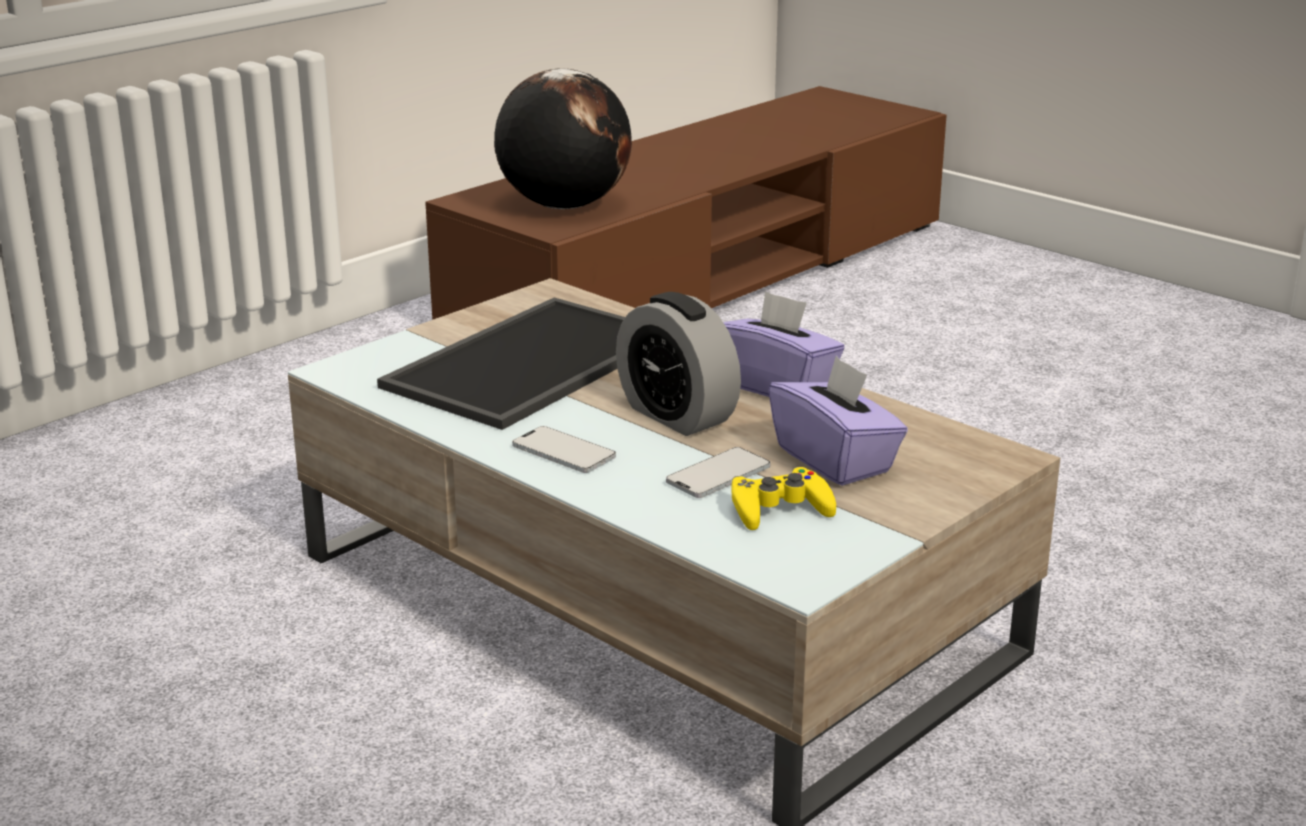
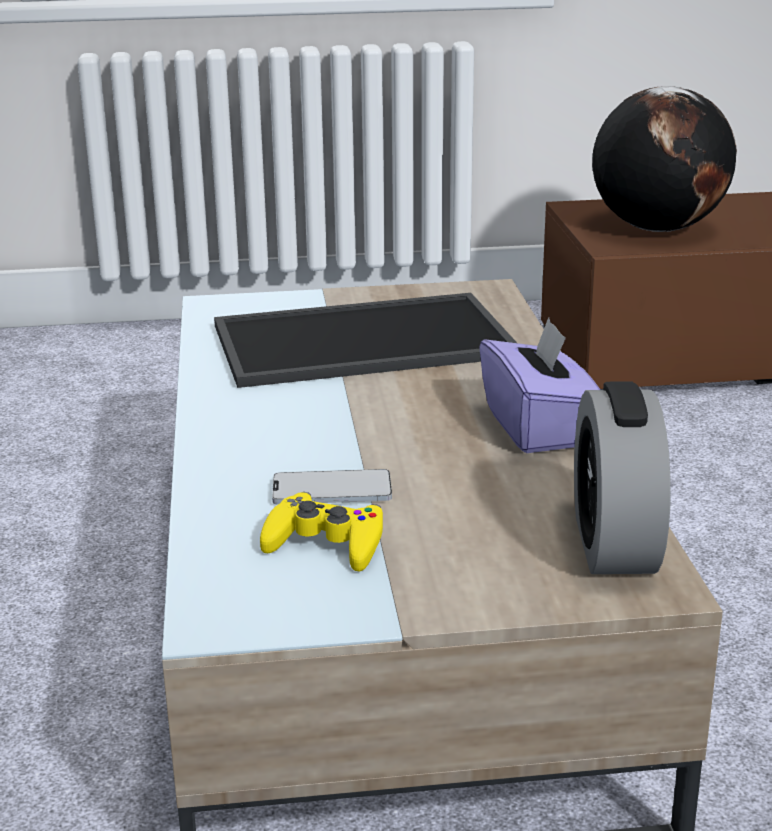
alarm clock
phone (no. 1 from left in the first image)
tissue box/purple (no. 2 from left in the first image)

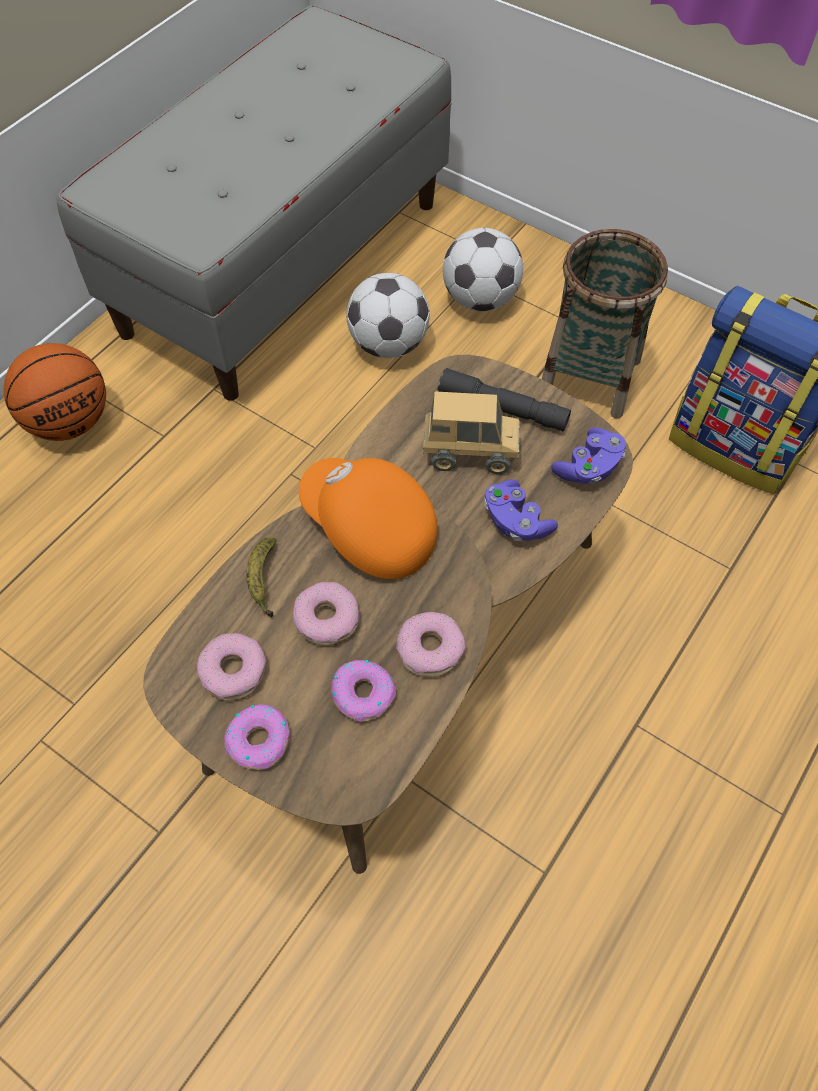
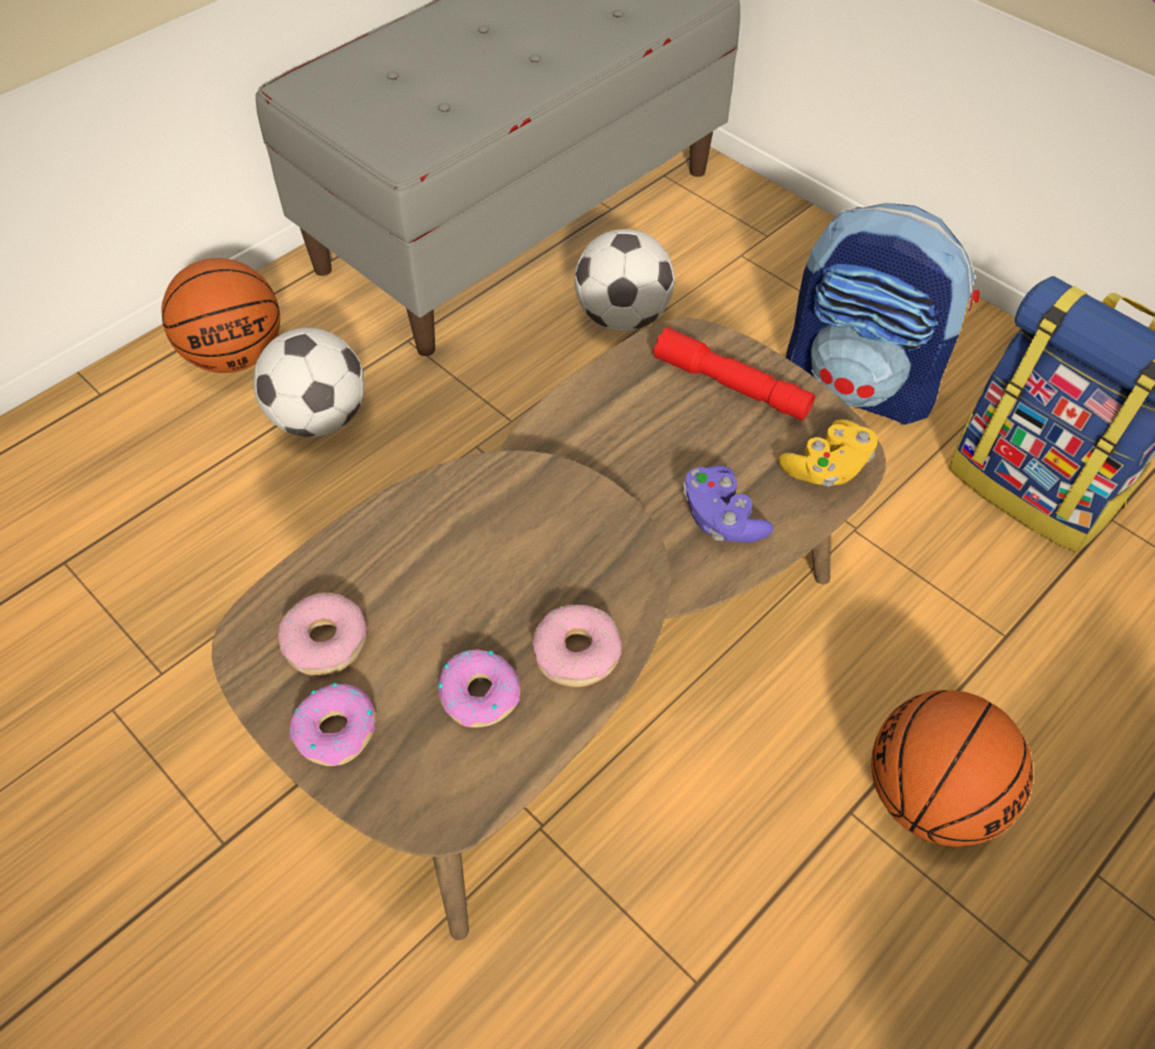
football (no. 1 from left)
flashlight/red
game controller/yellow
backpack (no. 1 from left)
basketball (no. 2 from left)
banana
donut (no. 3 from left in the first image)
cap/orange
toy truck

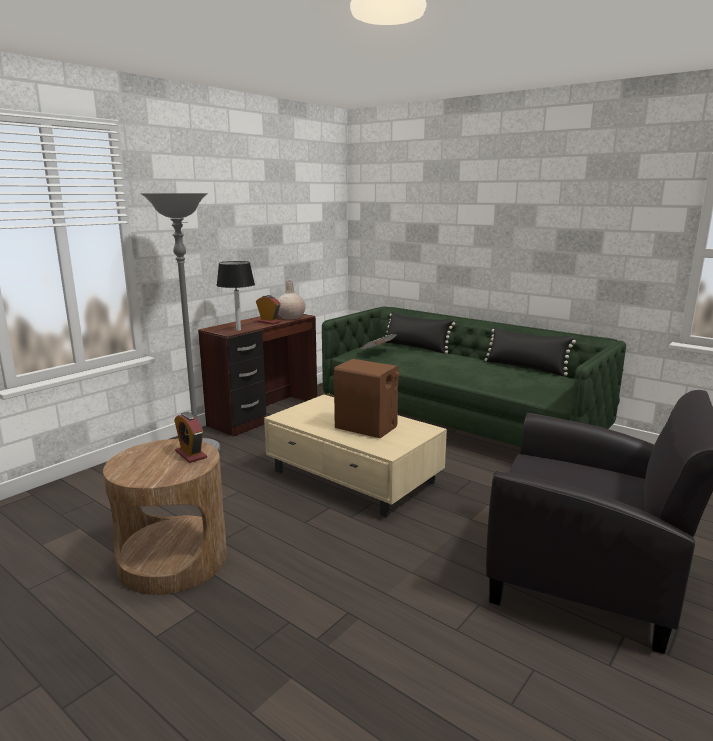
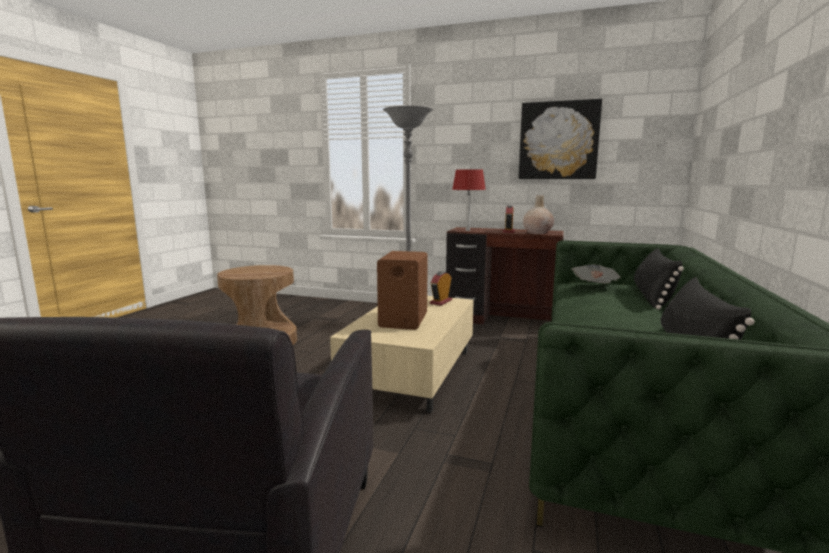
alarm clock (no. 1 from left)
table lamp/red
picture

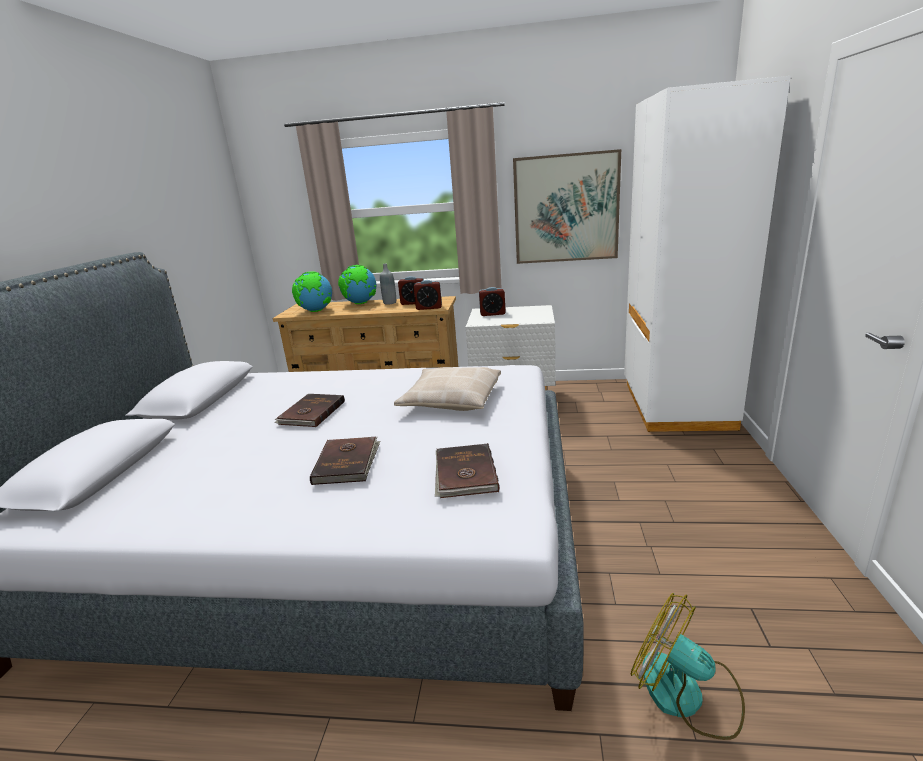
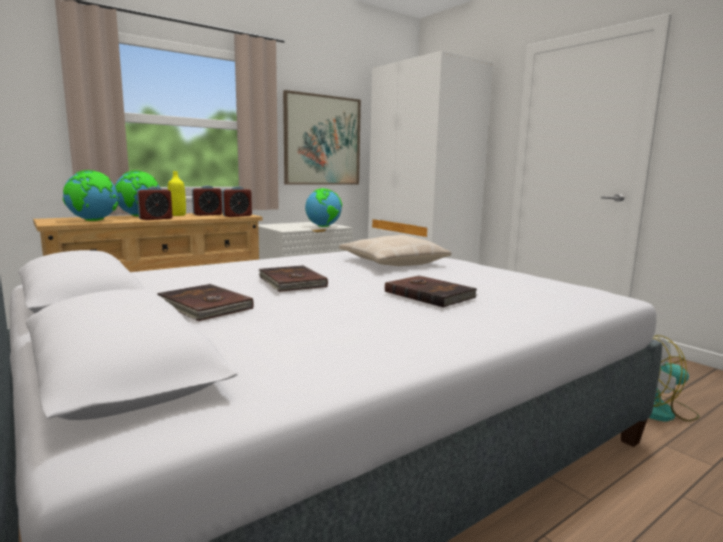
alarm clock (no. 1 from left)
book/brown (no. 1 from left)
bottle/yellow
globe (no. 3 from left)

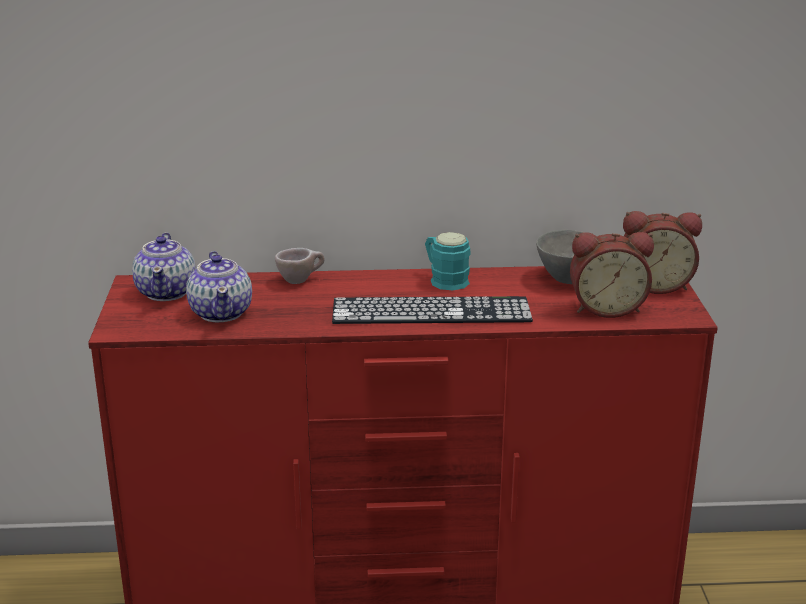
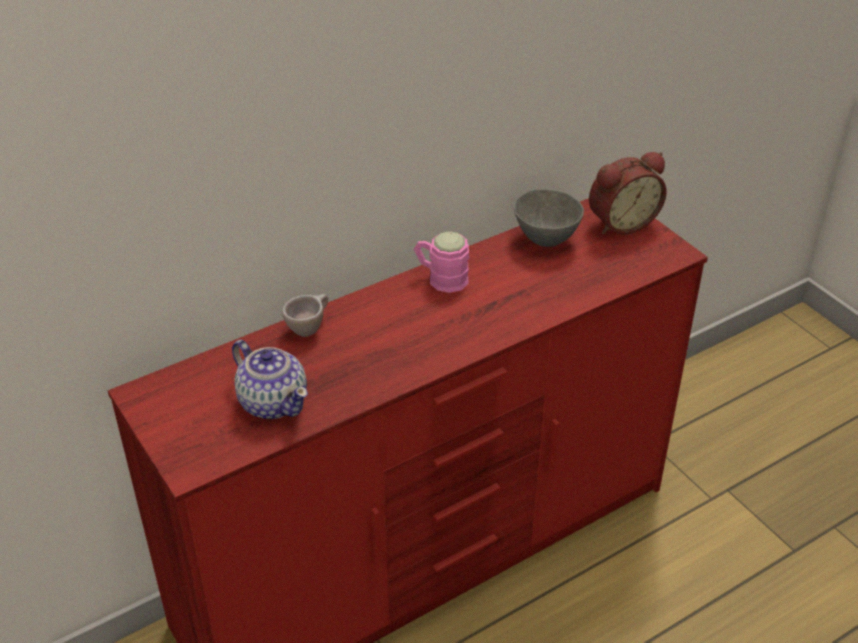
mug/pink
teapot (no. 1 from left in the first image)
keyboard
alarm clock (no. 1 from left in the first image)

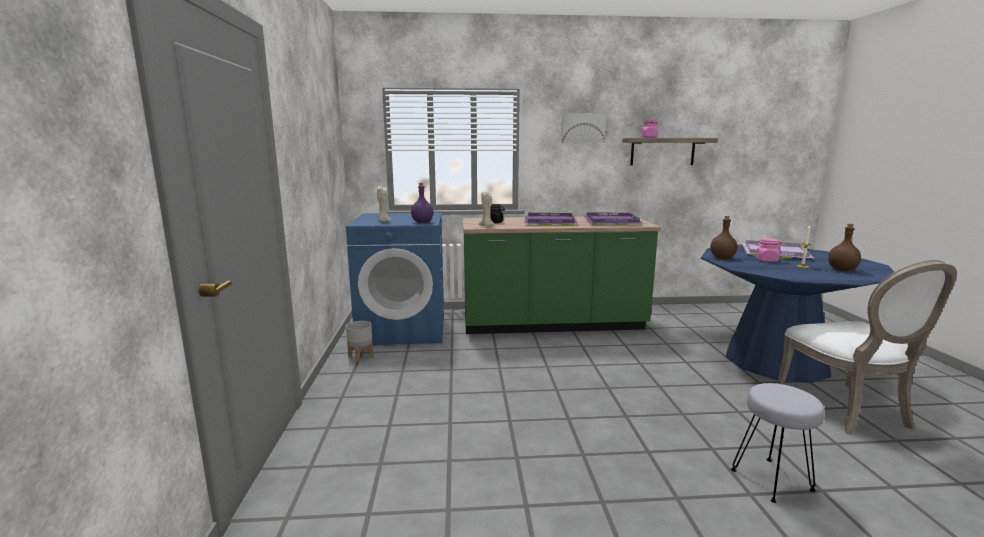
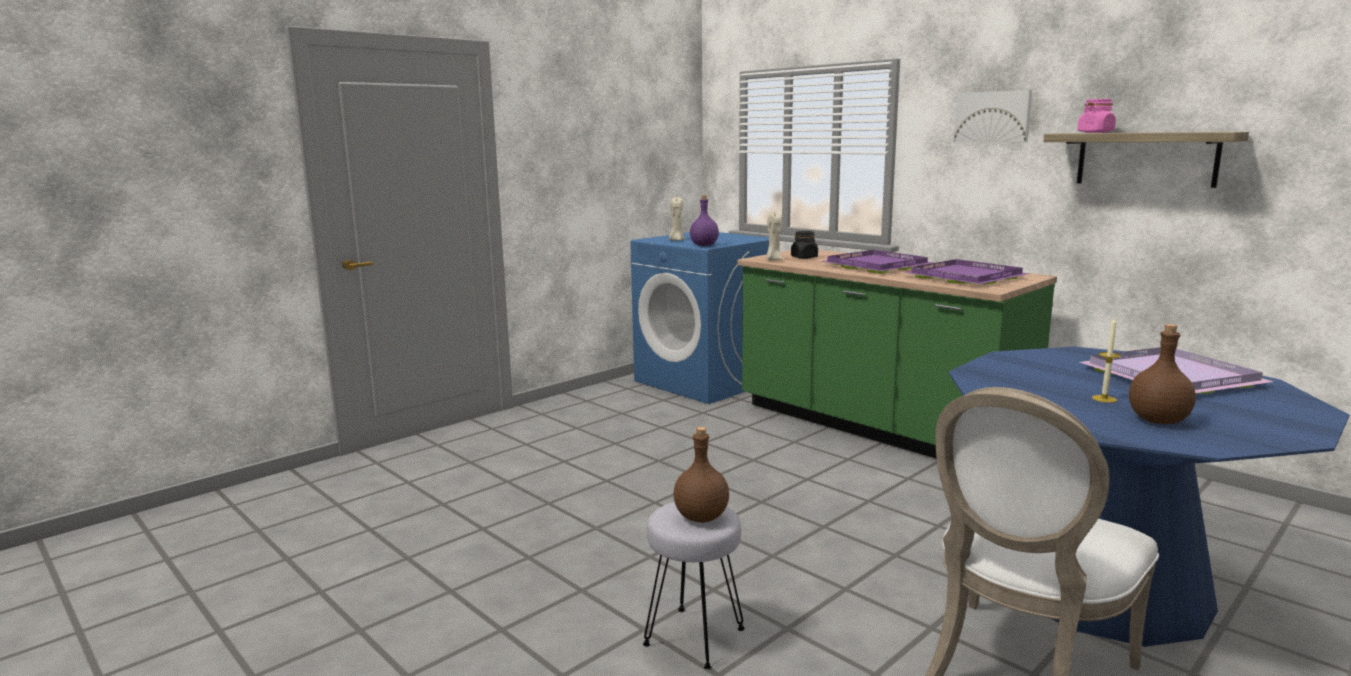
bottle/brown (no. 1 from left)
planter/grey
jar/pink (no. 2 from left in the first image)

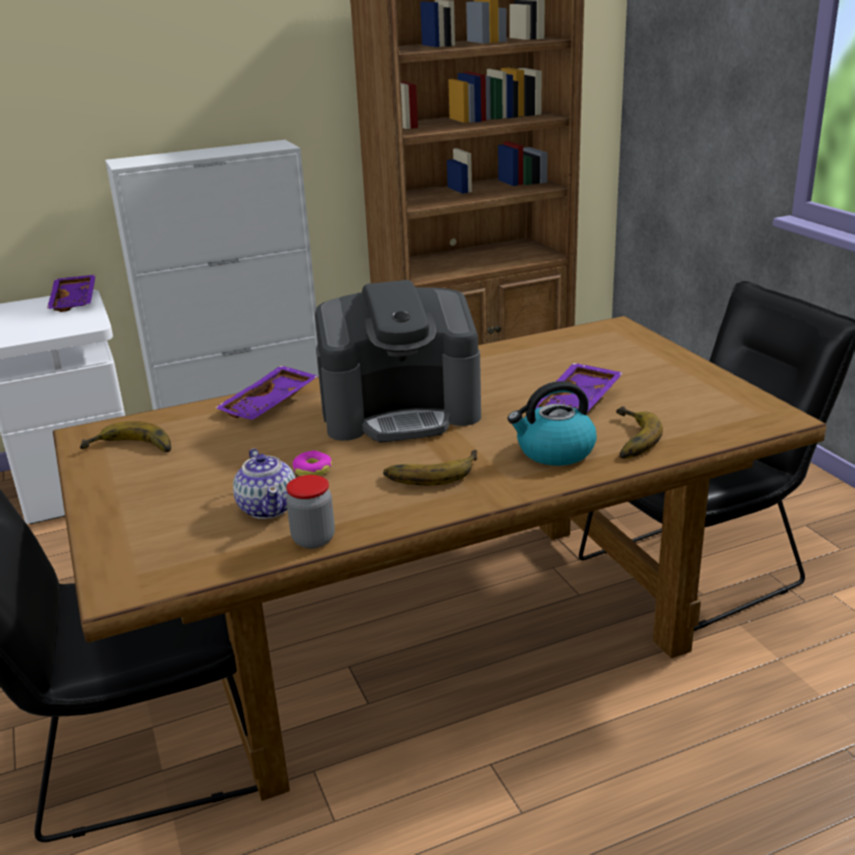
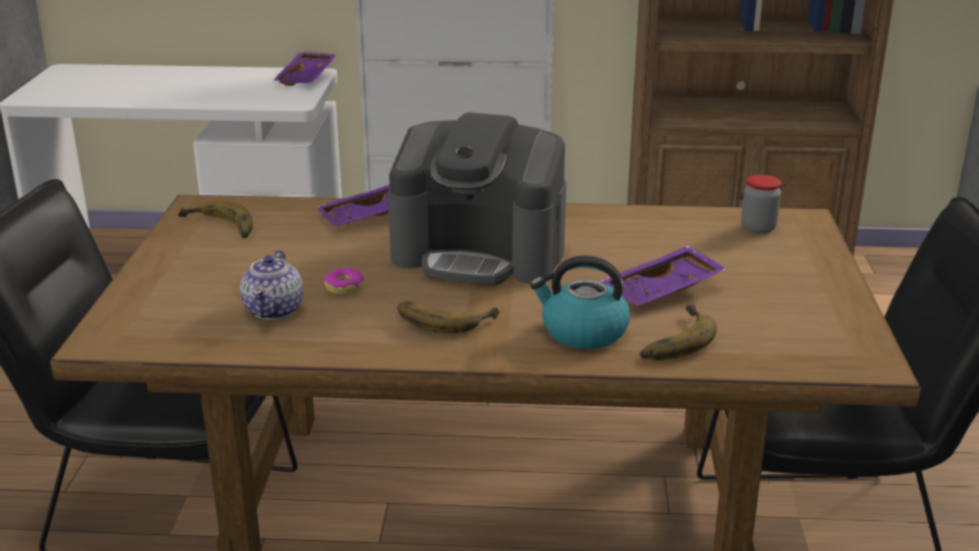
jar

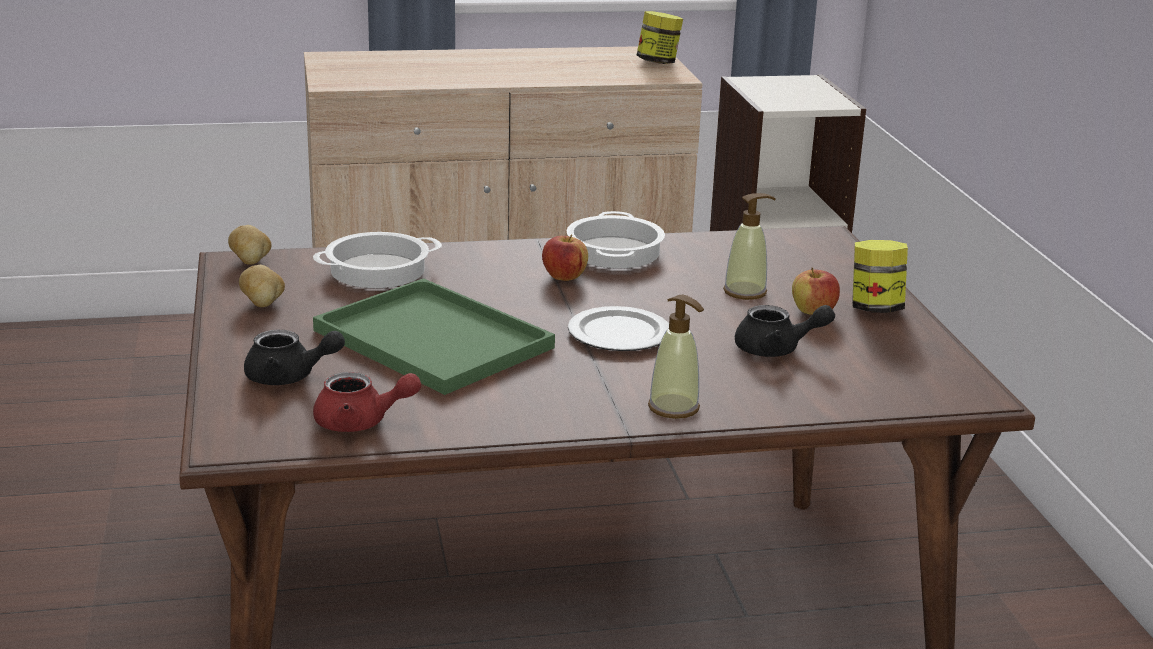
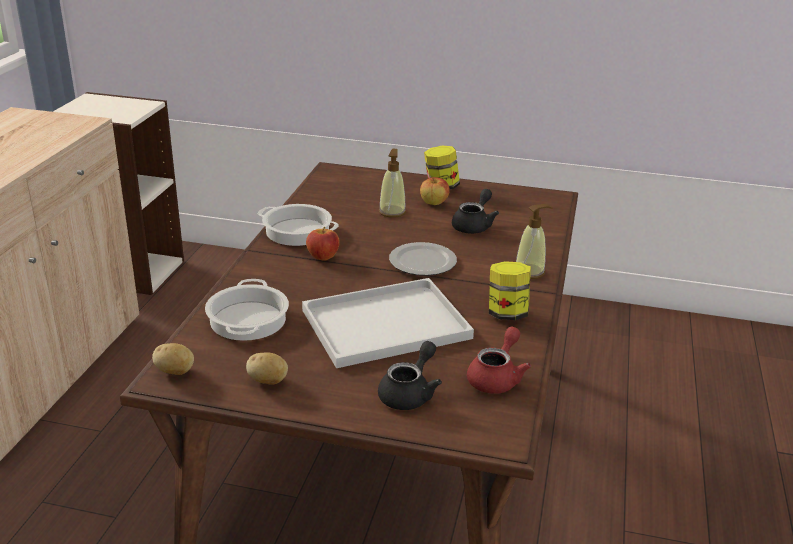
tray/white
jar (no. 2 from left)

